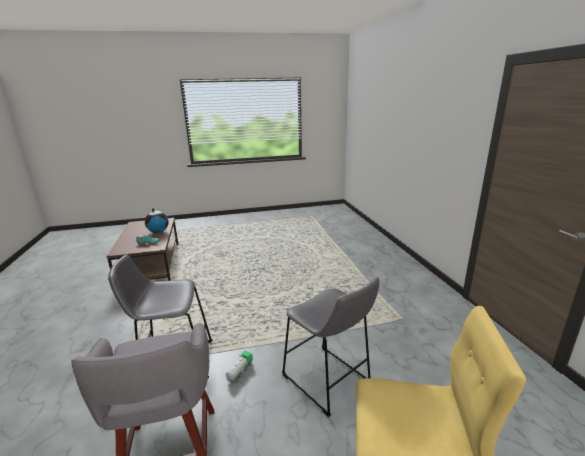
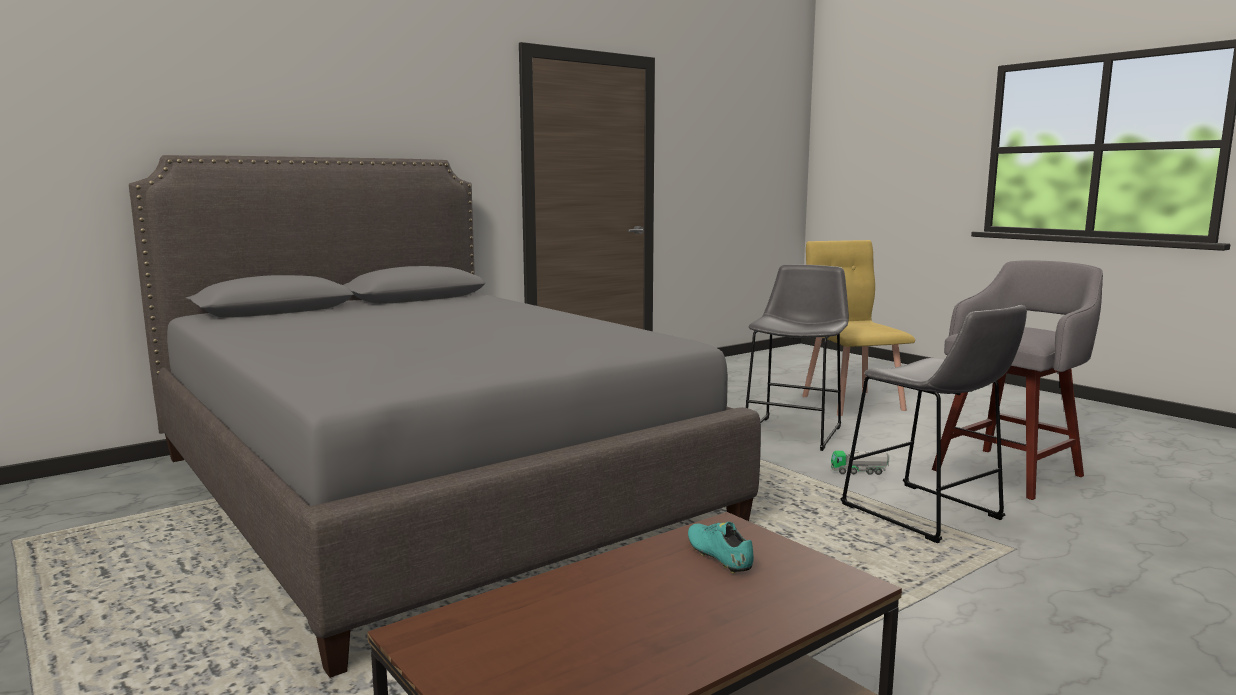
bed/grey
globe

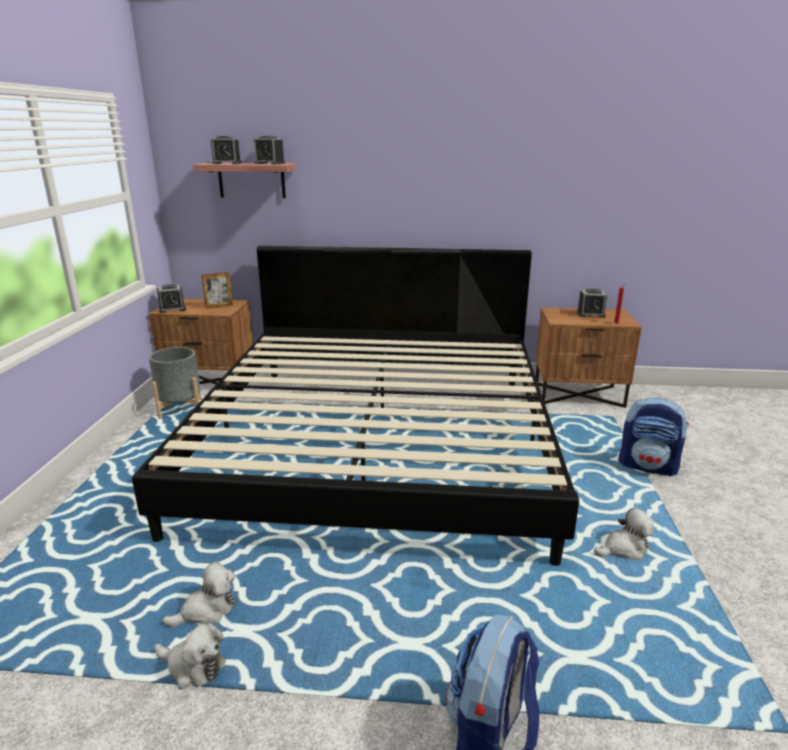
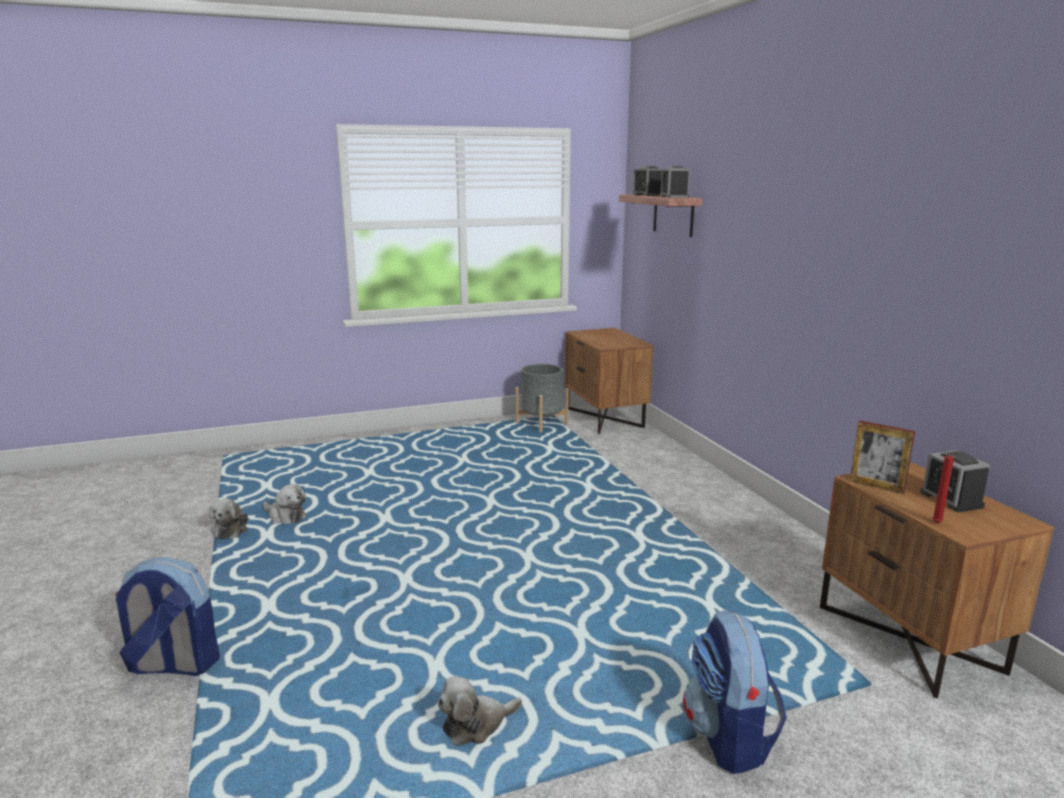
plush toy (no. 3 from left)
picture frame
bed
alarm clock (no. 1 from left in the first image)

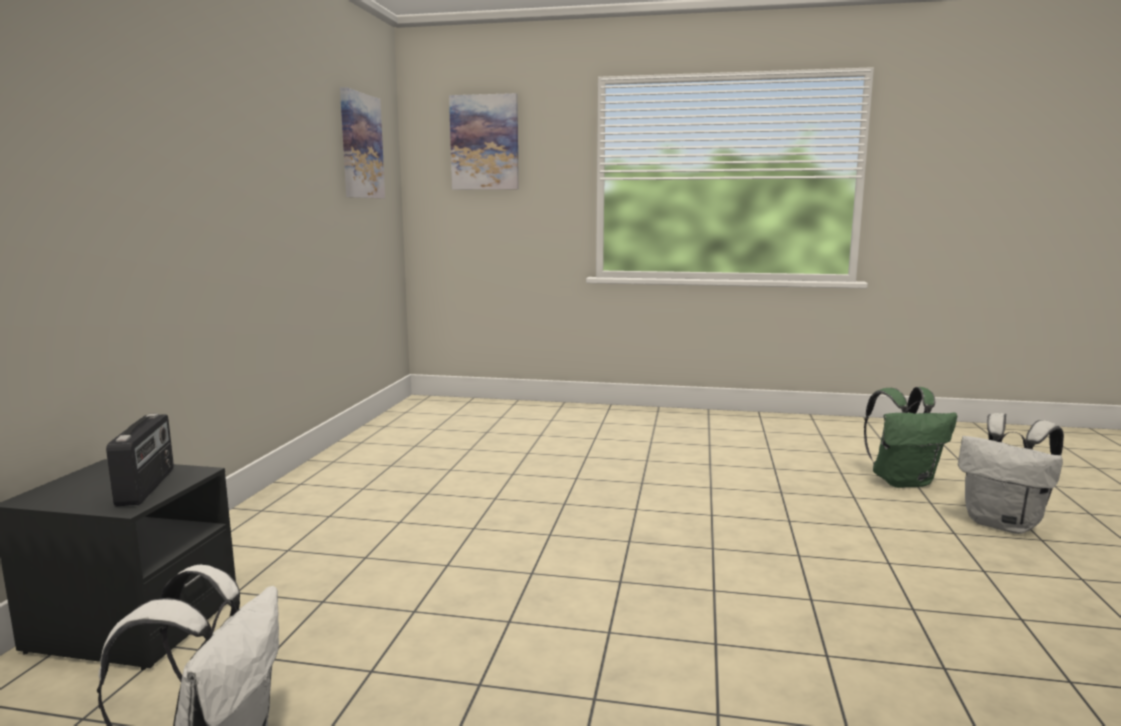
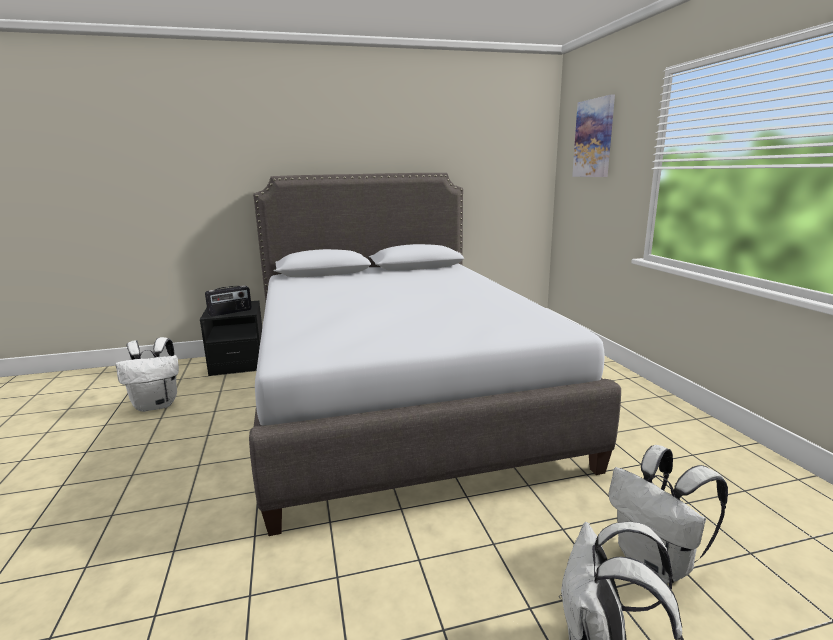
bed/grey
backpack/white (no. 3 from left)
picture (no. 1 from left in the first image)

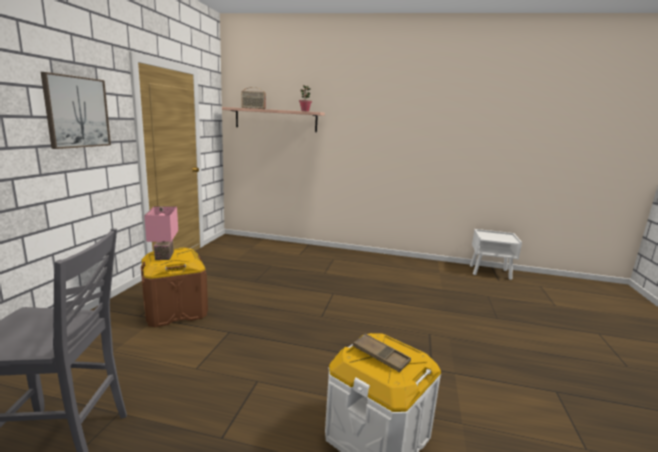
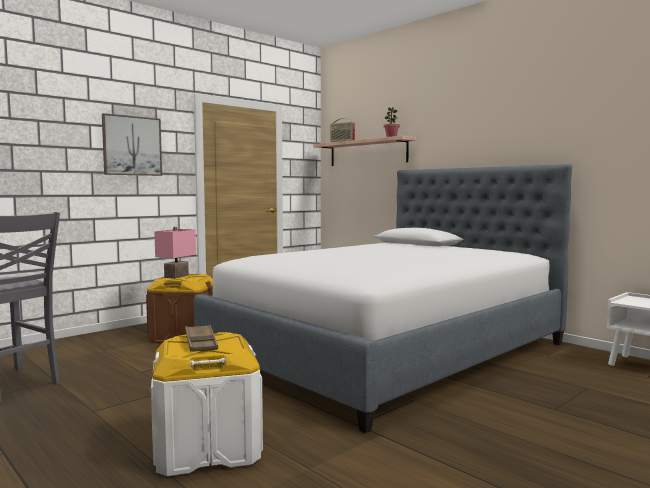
bed

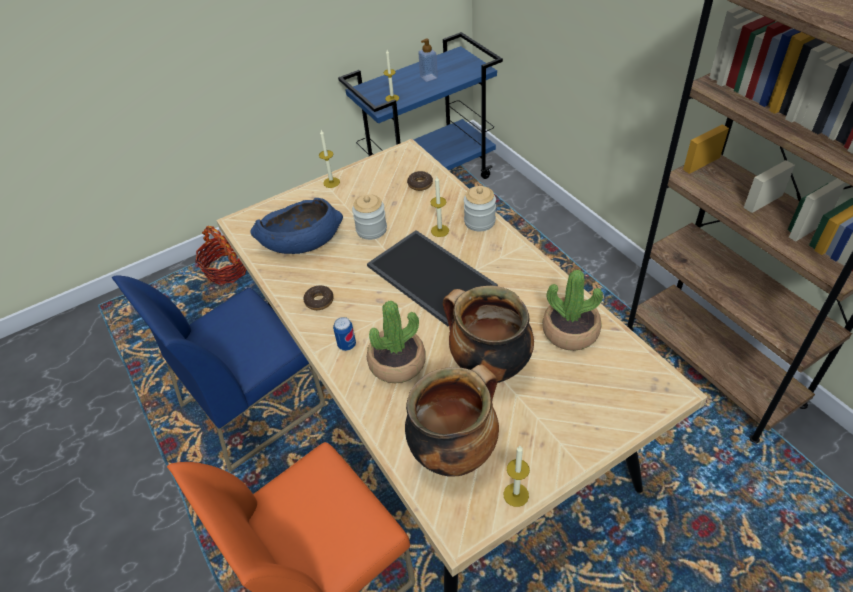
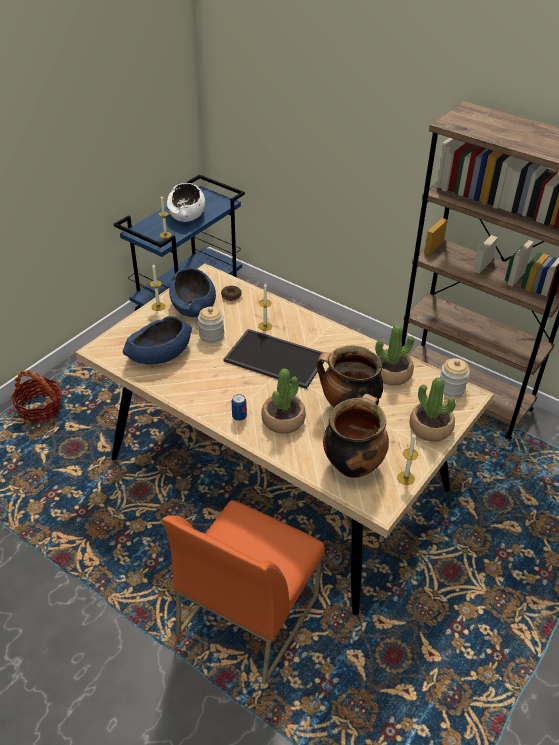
bowl/white
bowl/blue (no. 2 from left)
potted plant (no. 3 from left)
jar (no. 2 from left)
chair/blue
donut (no. 1 from left in the first image)

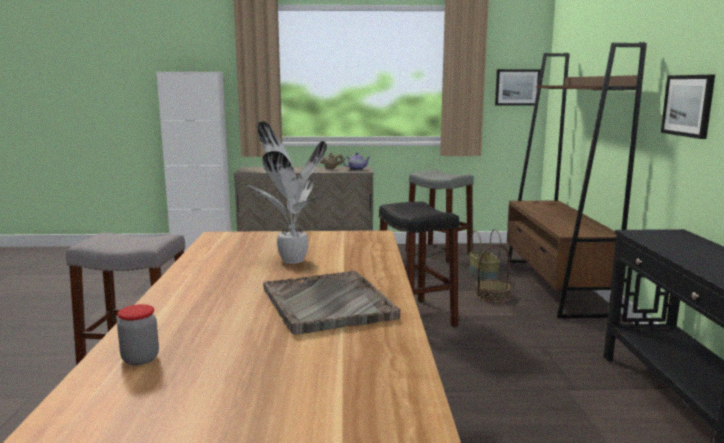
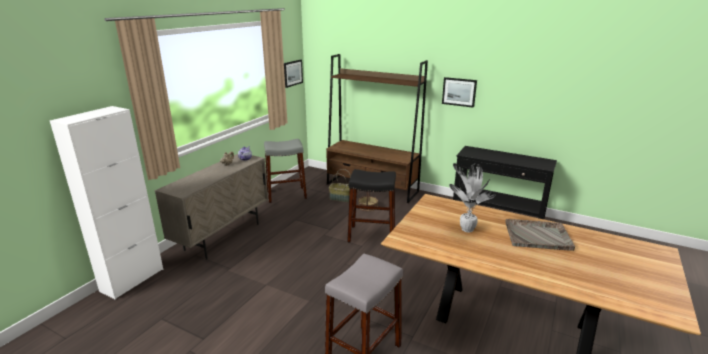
jar

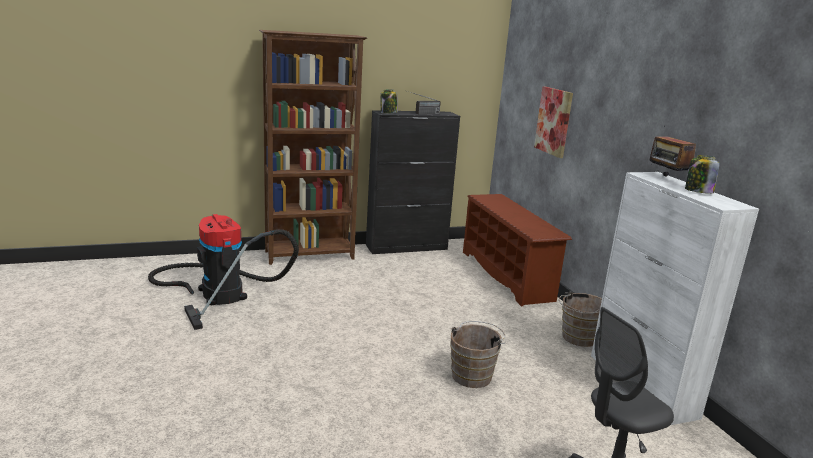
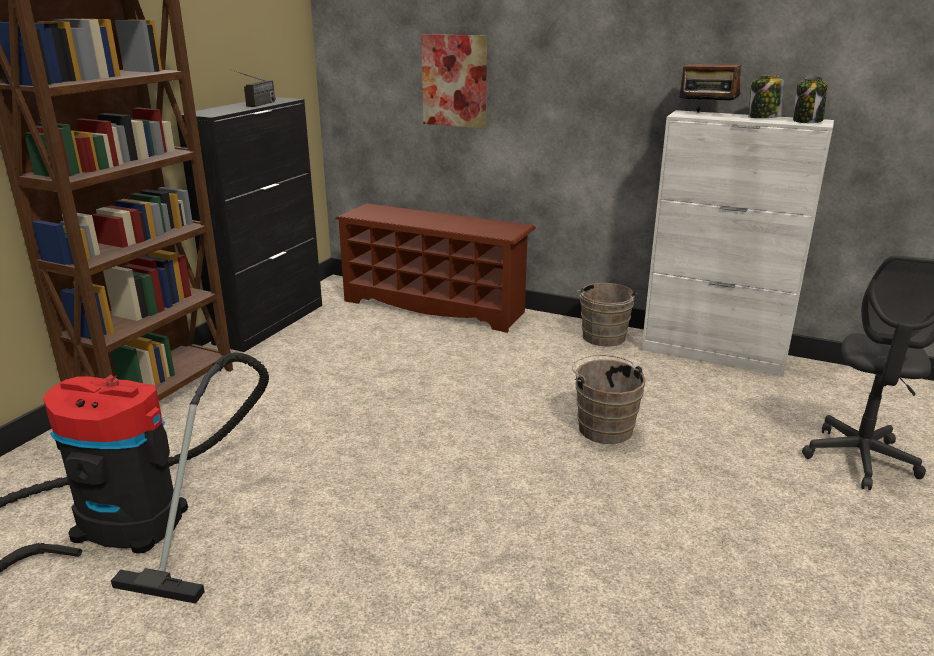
jar (no. 2 from left)

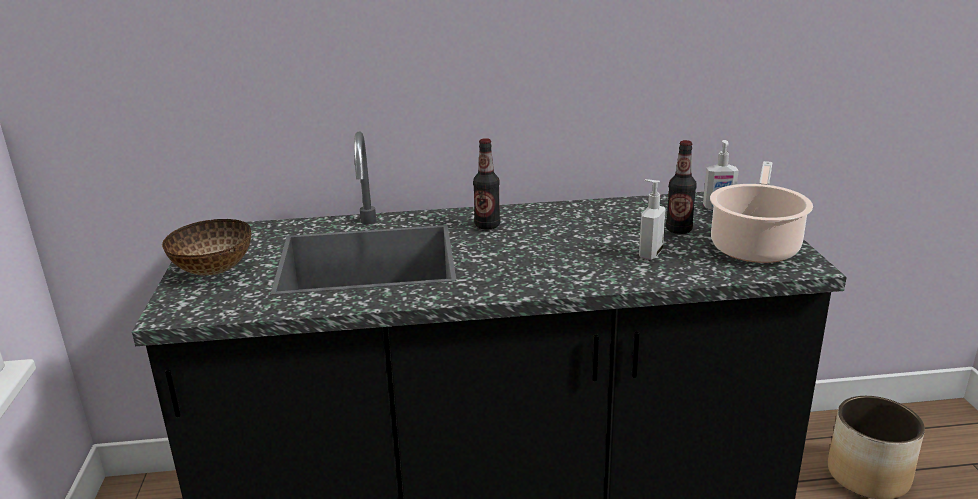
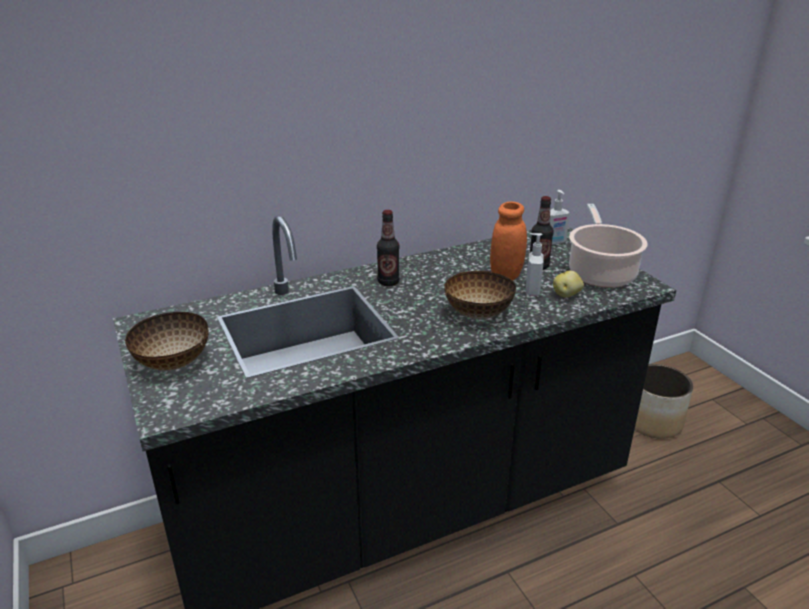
bowl (no. 2 from left)
jar/orange
potato

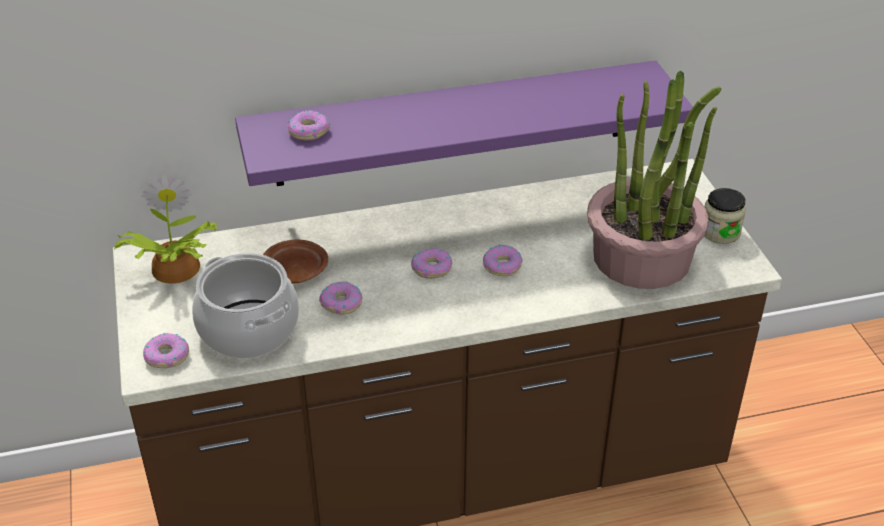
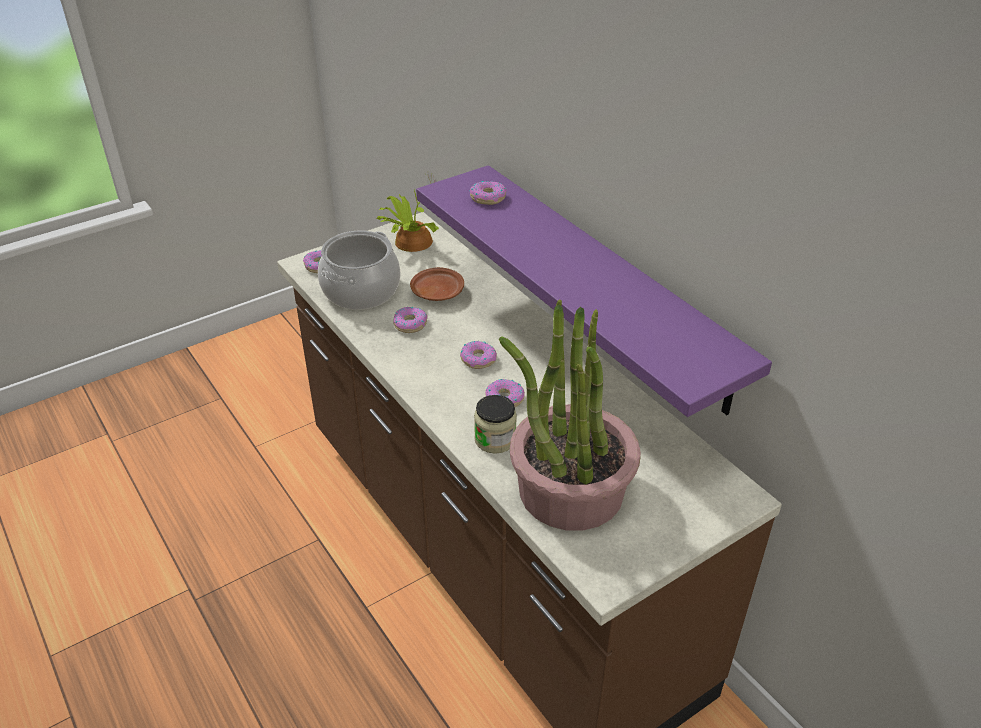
jar

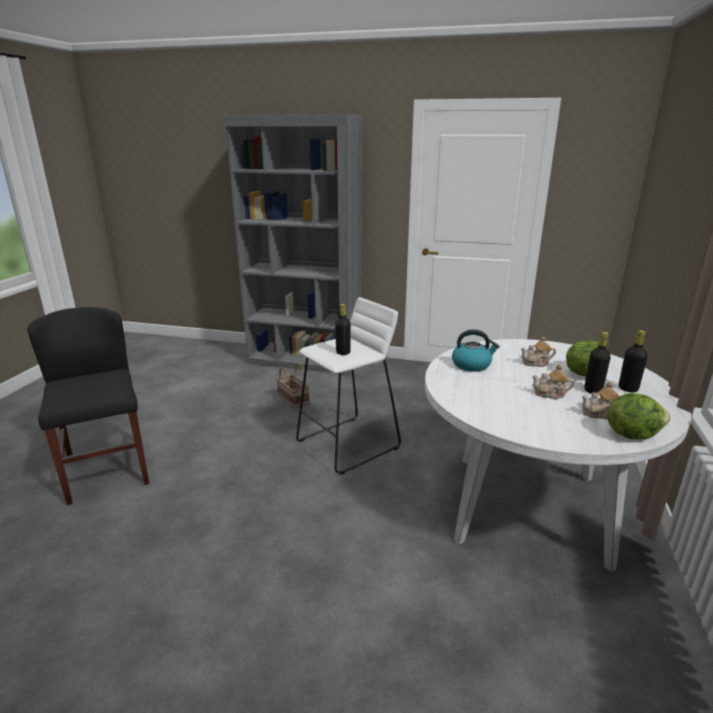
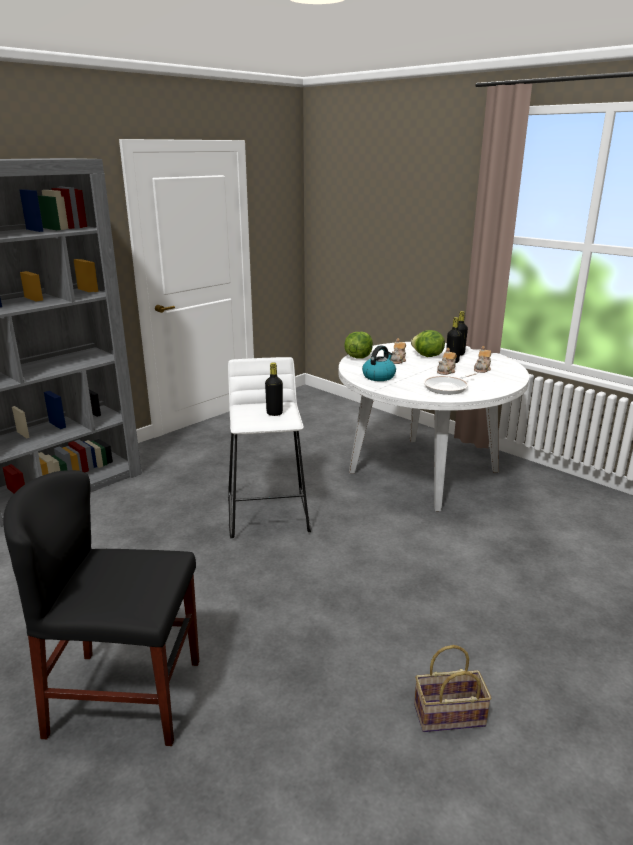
lettuce (no. 1 from left)
basket
frying pan

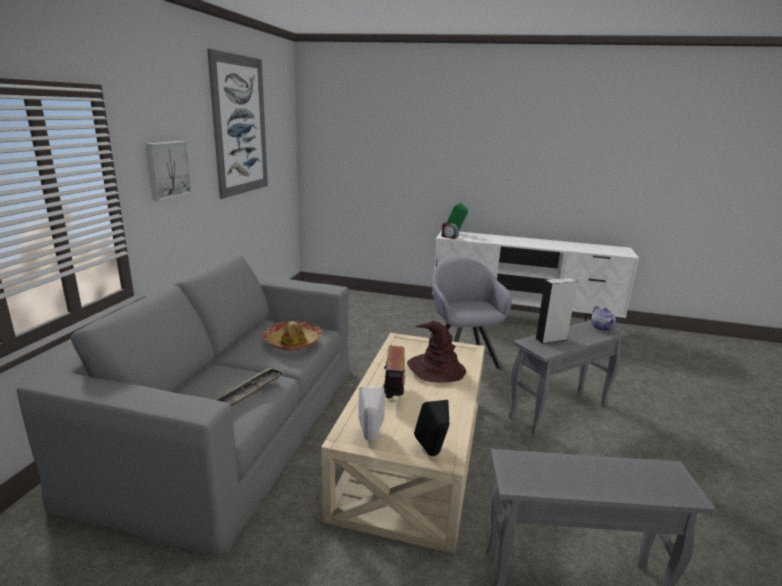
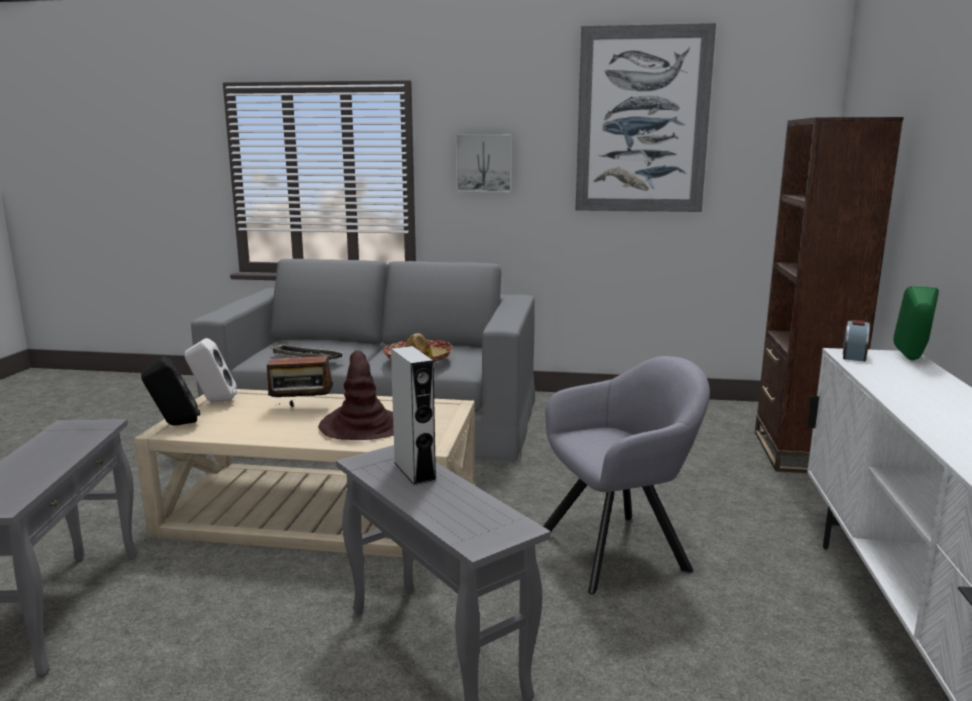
bookcase/brown
teapot

